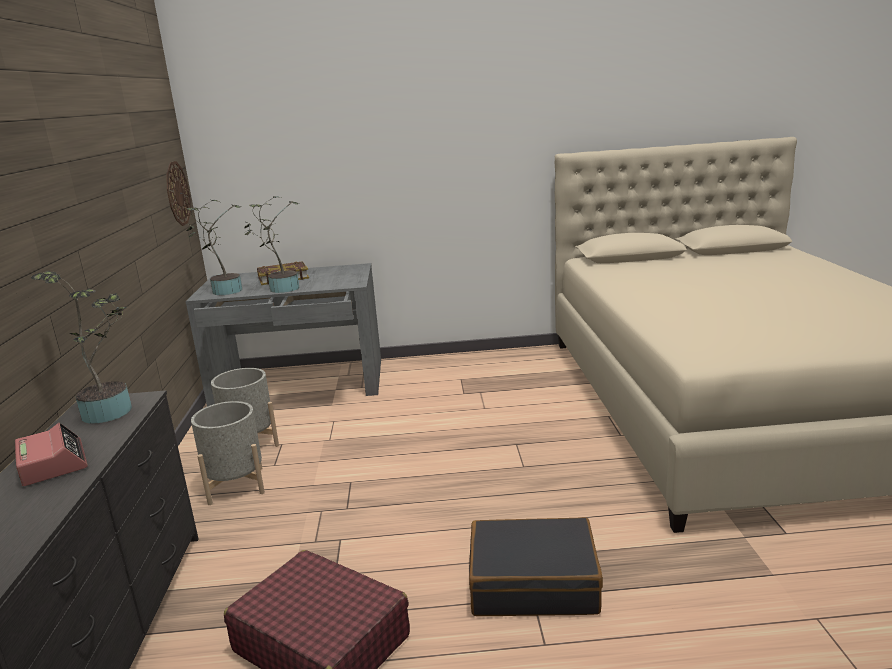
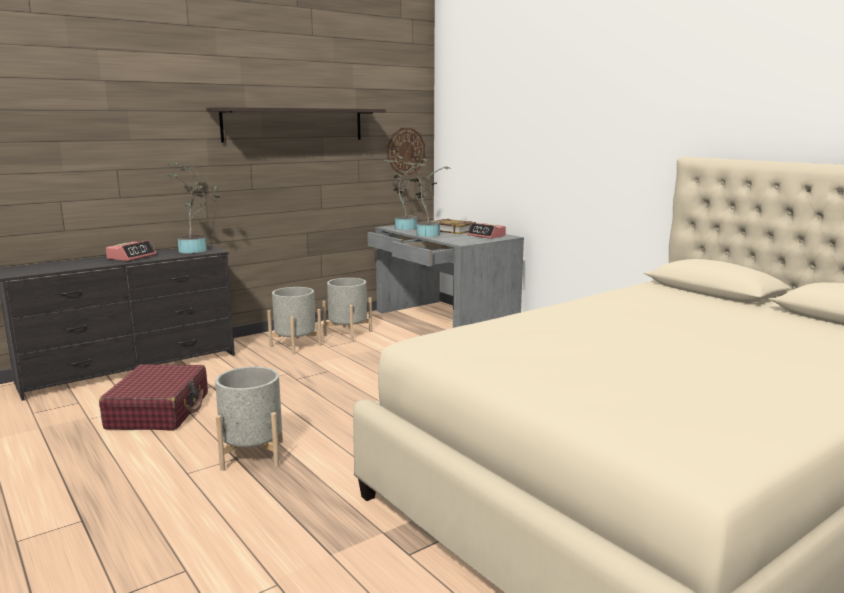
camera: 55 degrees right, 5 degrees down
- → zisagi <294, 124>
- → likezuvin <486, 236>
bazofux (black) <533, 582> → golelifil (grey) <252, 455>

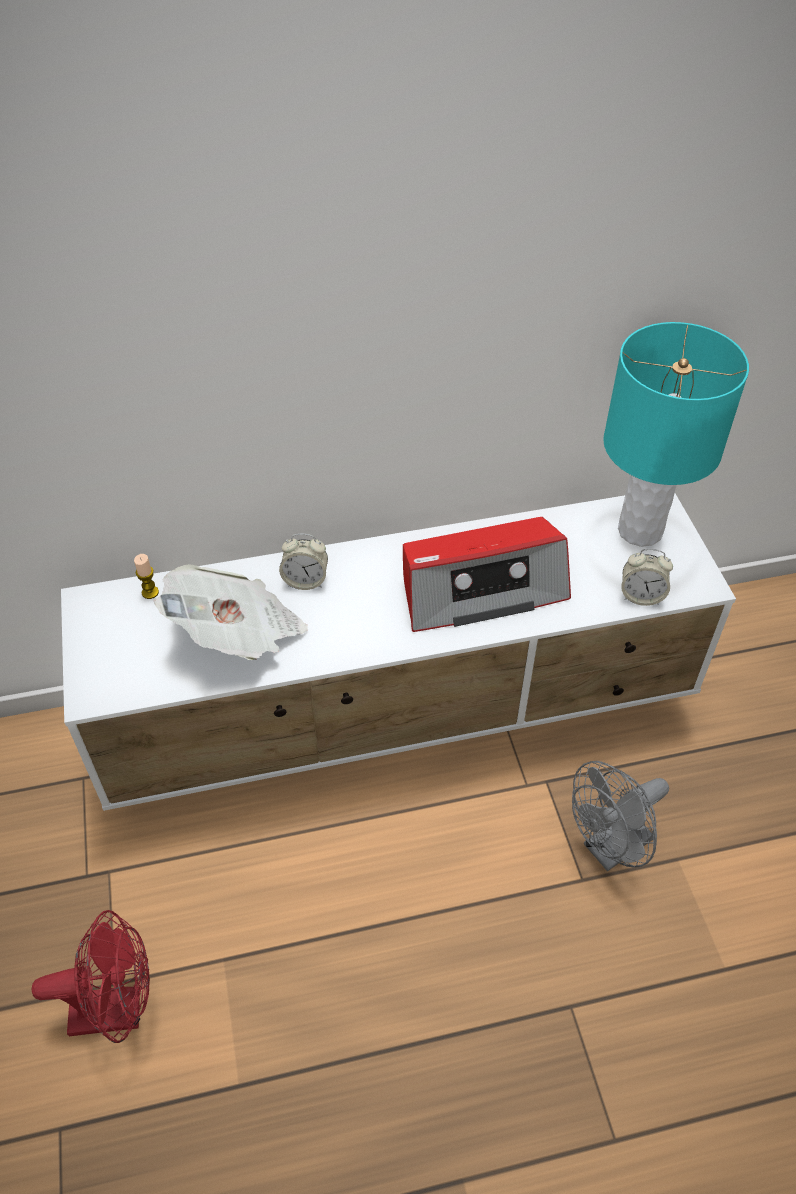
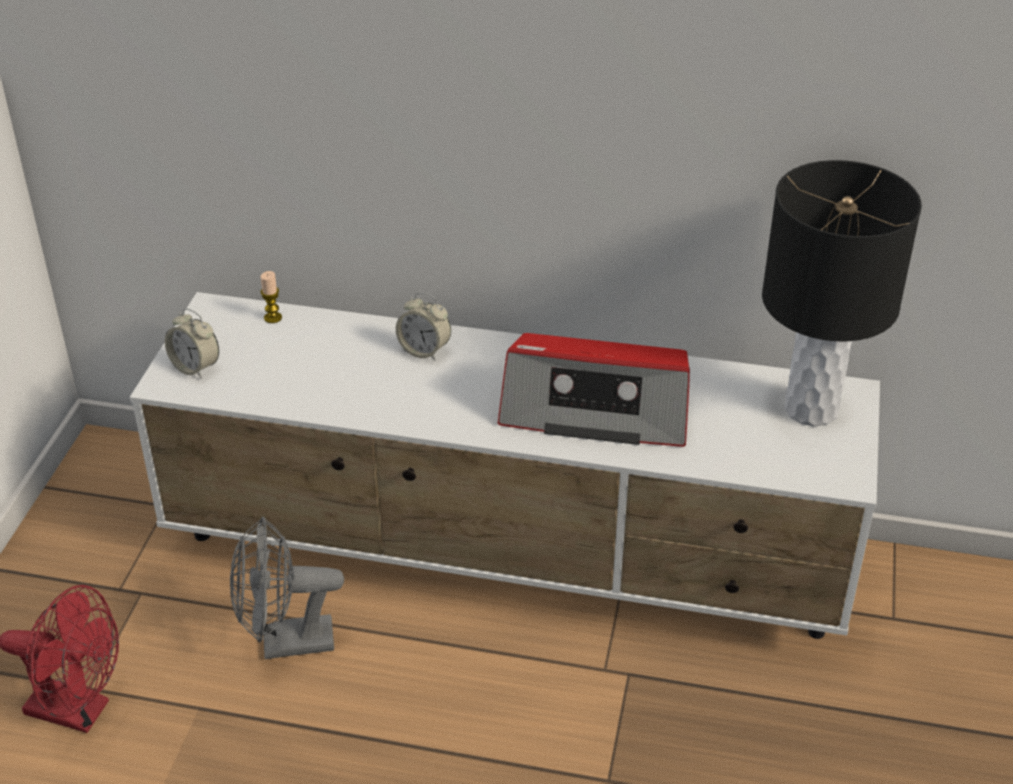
camera: 25 degrees right, 10 degrees down
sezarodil <238, 634> → -
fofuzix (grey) <610, 849> → fofuzix (grey) <285, 643>, relocated
likezuvin <641, 596> → likezuvin <195, 367>, relocated
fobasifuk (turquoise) <640, 531> → fobasifuk (black) <811, 410>

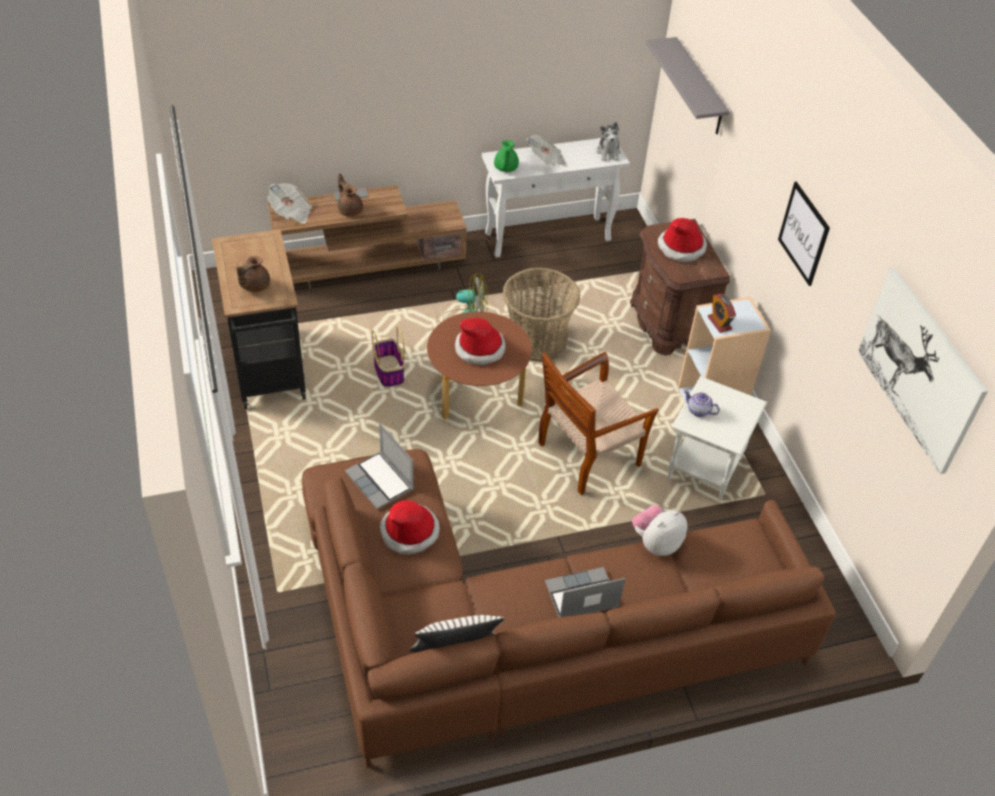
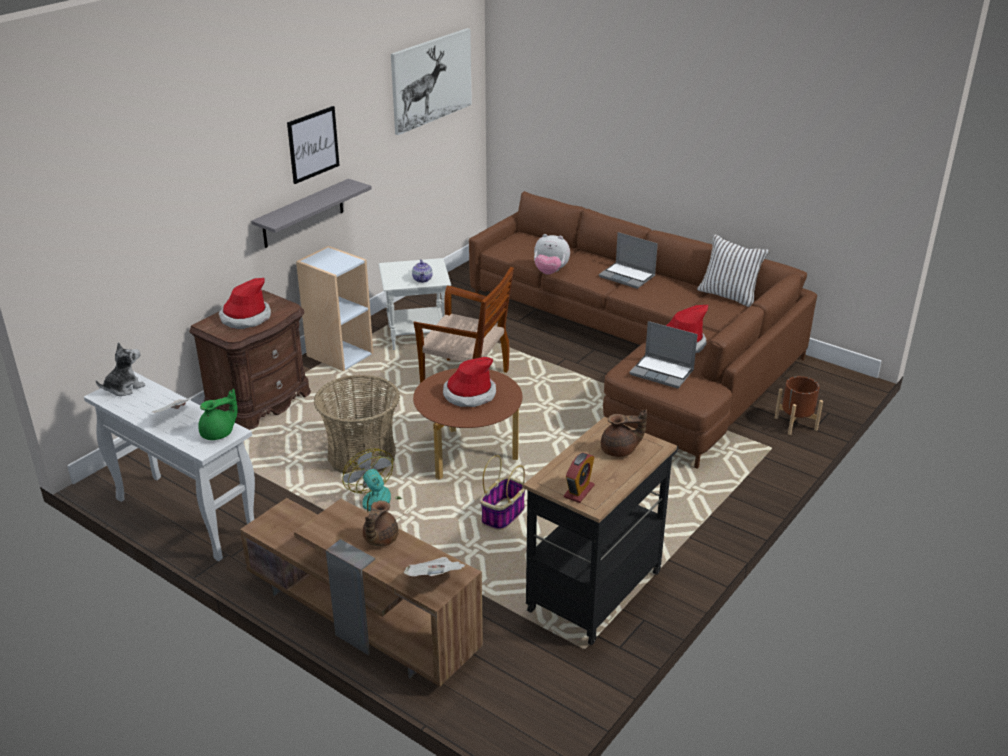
camera: 125 degrees left, 15 degrees down
- → golelifil (brown) <795, 423>
zisagi (grey) <699, 87> → zisagi (grey) <303, 214>, relocated
likezuvin <719, 323> → likezuvin <579, 491>, relocated
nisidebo <381, 481> → nisidebo <663, 372>, 105 degrees clockwise

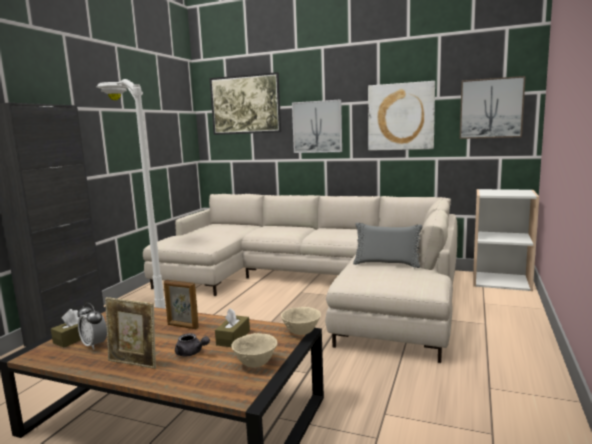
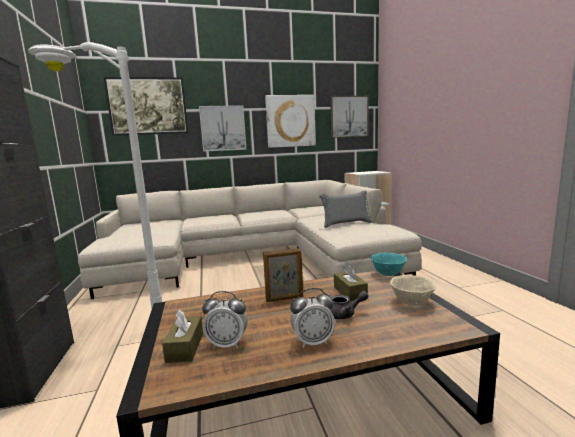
camera: 35 degrees left, 0 degrees up
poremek <134, 363> → likezuvin <313, 342>
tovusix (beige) <302, 332> → tovusix (turquoise) <388, 274>

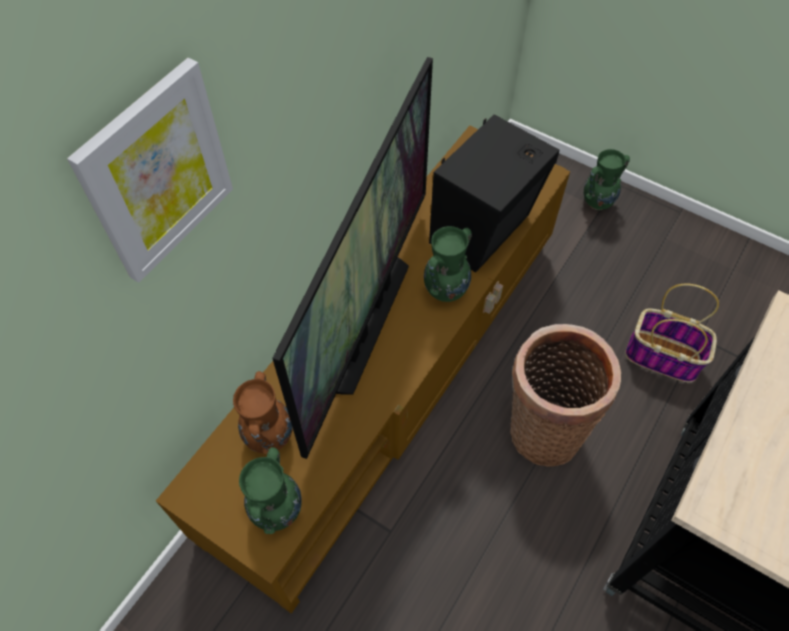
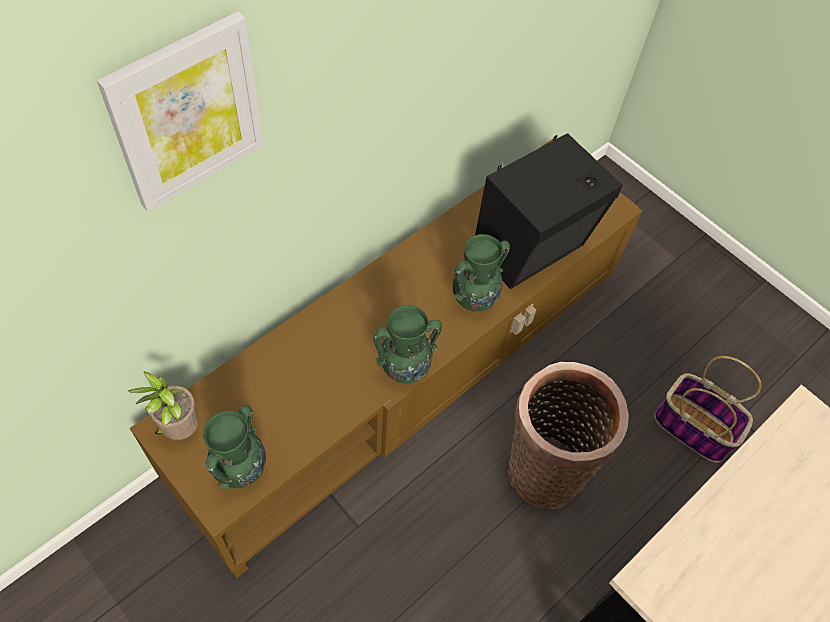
camera: 10 degrees right, 0 degrees up
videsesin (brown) <269, 438> → -
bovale <366, 322> → -
- → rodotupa <179, 429>
videsesin (green) <596, 203> → videsesin (green) <404, 369>, relocated

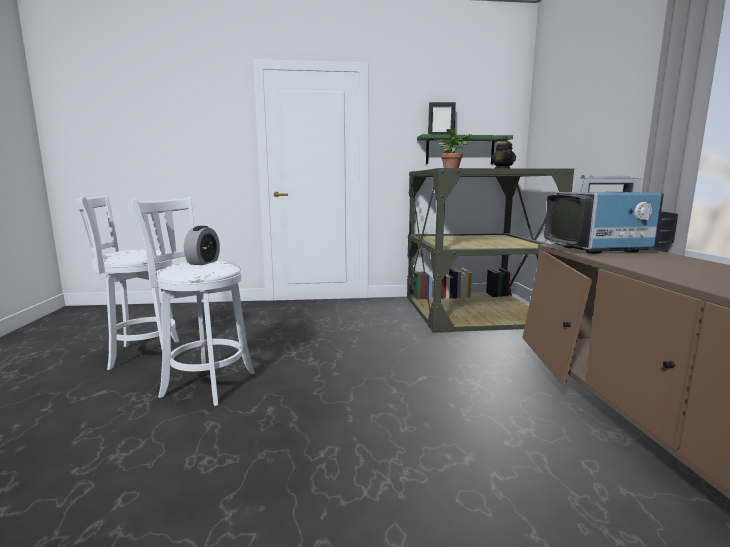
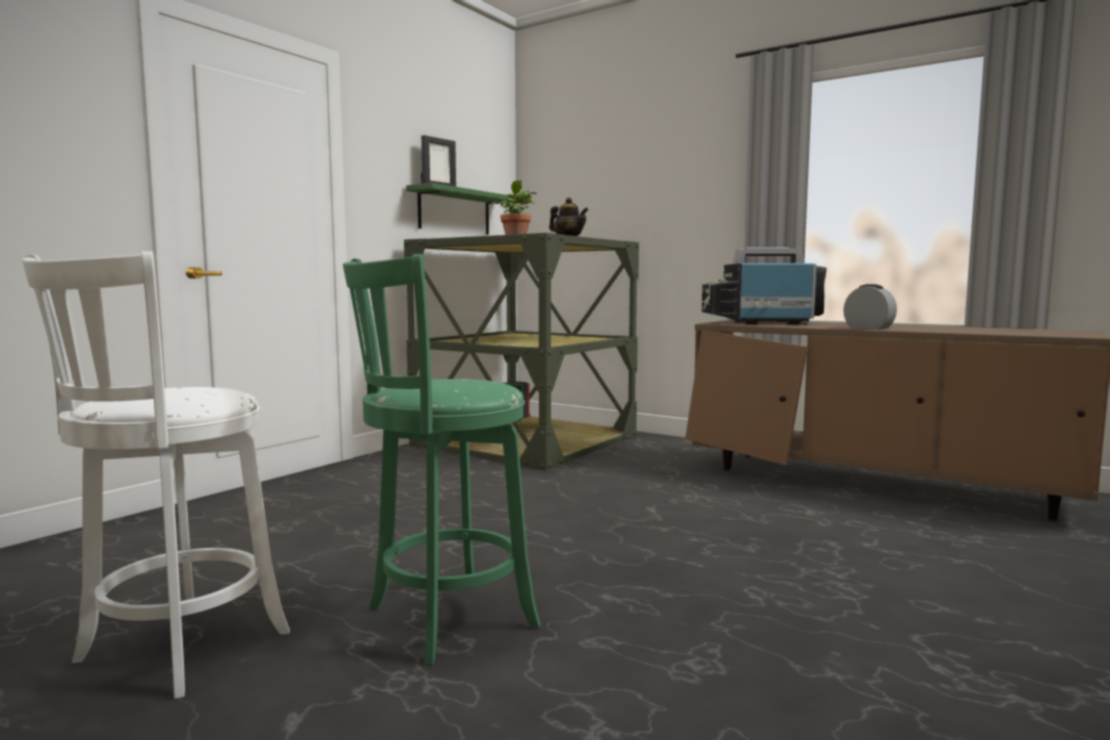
camera: 50 degrees left, 5 degrees down
likezuvin <203, 262> → likezuvin <868, 328>, relocated
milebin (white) <204, 383> → milebin (green) <443, 620>
bovale <605, 249> → bovale <758, 322>, 120 degrees counterclockwise

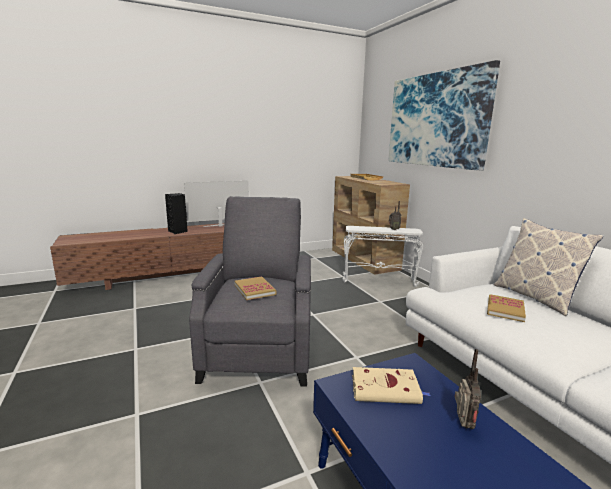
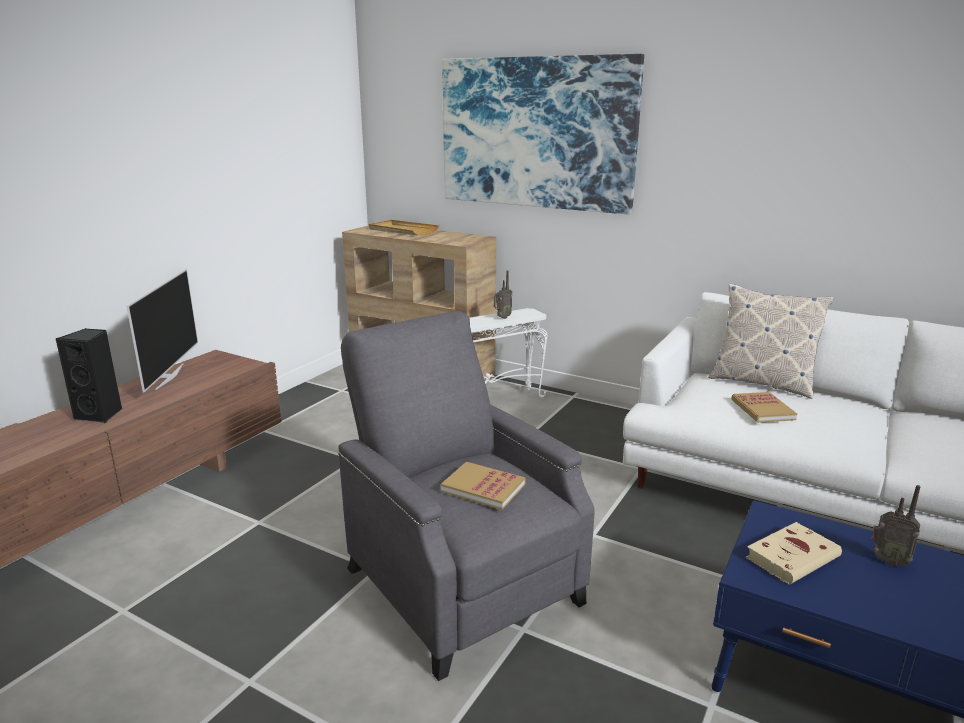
camera: 35 degrees left, 5 degrees up
bovale <219, 225> → bovale <168, 376>, 150 degrees clockwise
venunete <462, 425> → venunete <888, 560>, 150 degrees clockwise

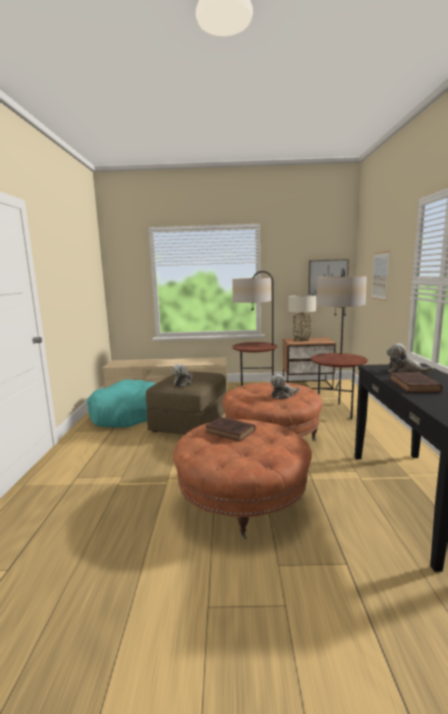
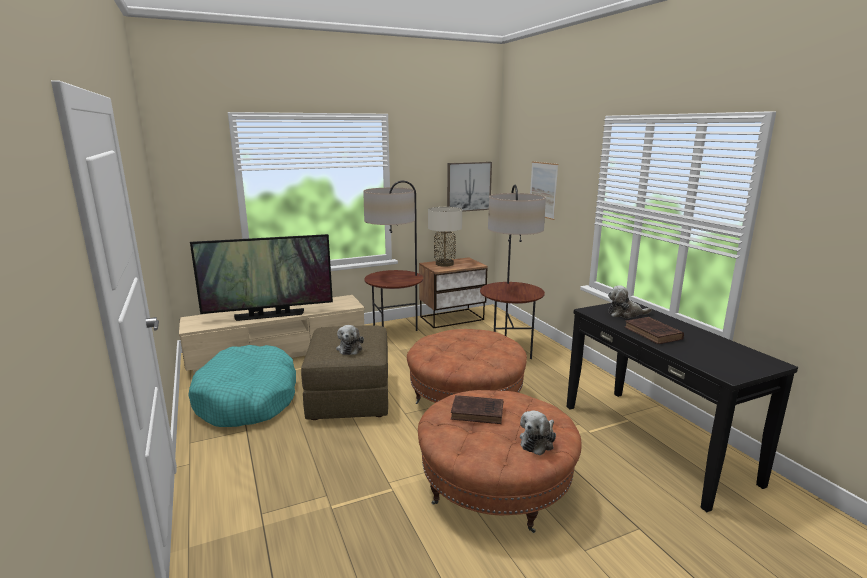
camera: 25 degrees left, 5 degrees up
- → bovale <269, 315>
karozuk <283, 395> → karozuk <538, 441>, relocated

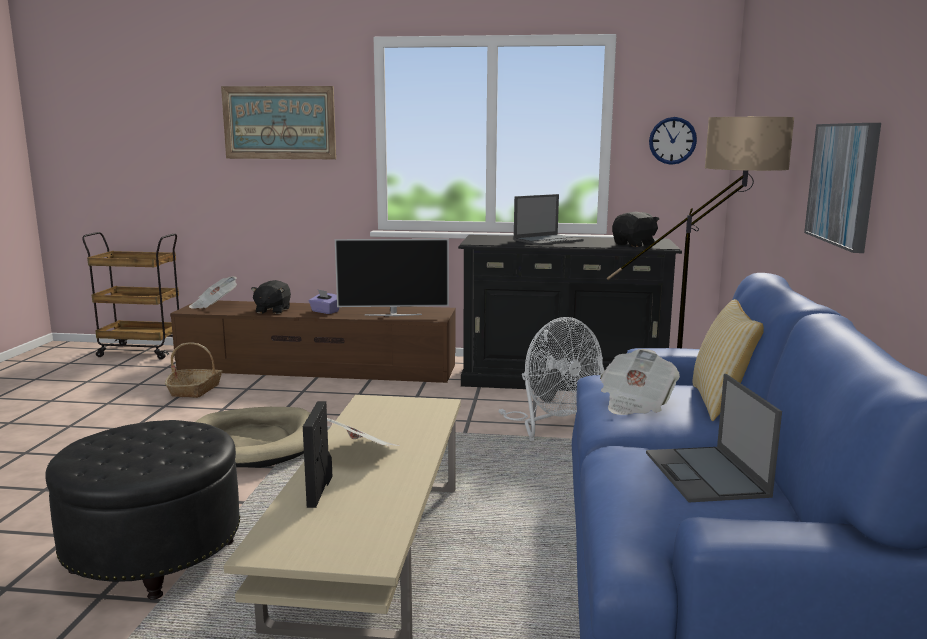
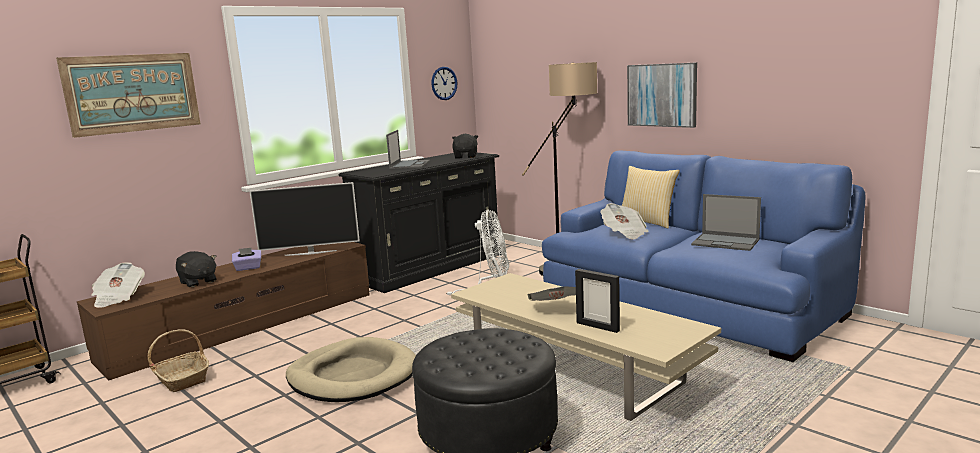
camera: 50 degrees left, 0 degrees up
bovale <393, 314> → bovale <310, 253>, 45 degrees clockwise

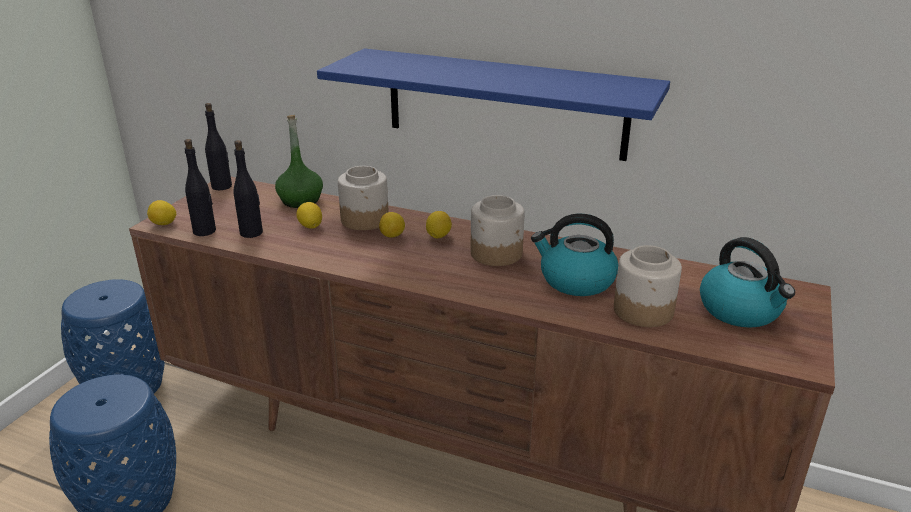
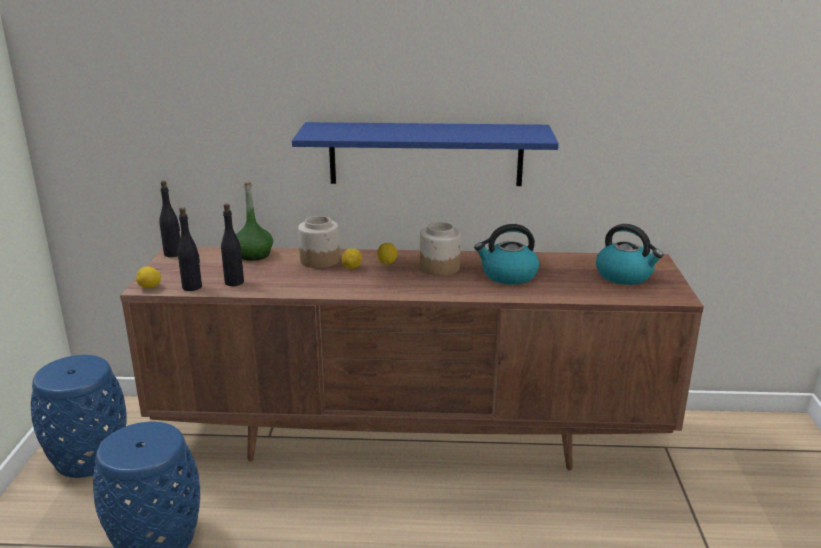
camera: 20 degrees left, 5 degrees down
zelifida <310, 226> → -
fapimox <644, 310> → -

